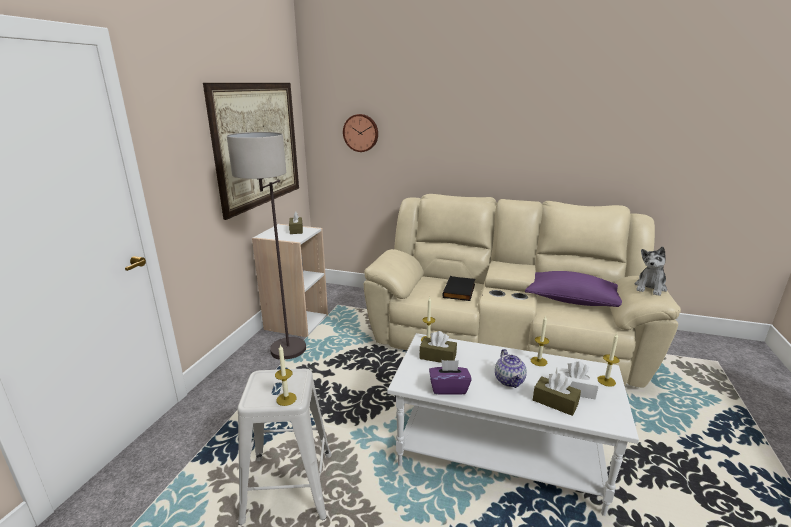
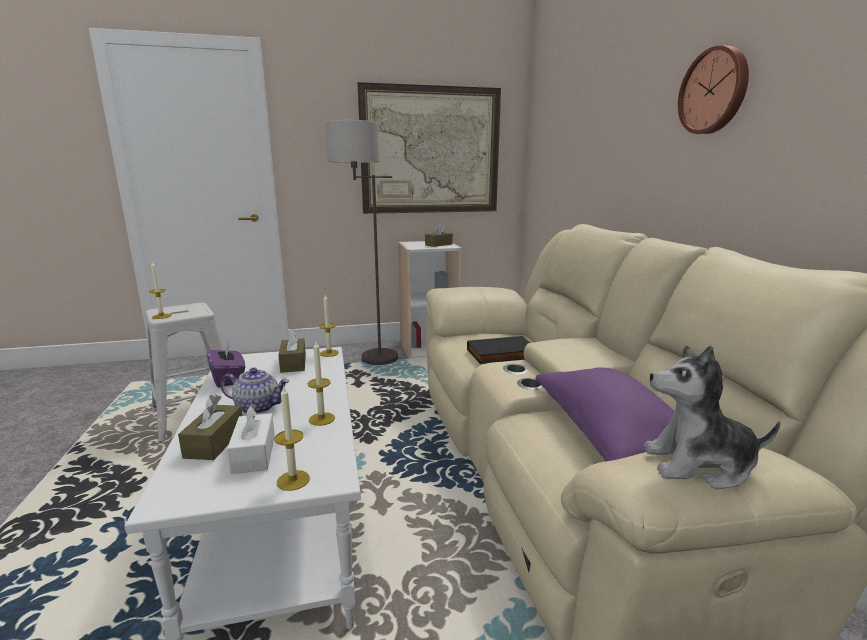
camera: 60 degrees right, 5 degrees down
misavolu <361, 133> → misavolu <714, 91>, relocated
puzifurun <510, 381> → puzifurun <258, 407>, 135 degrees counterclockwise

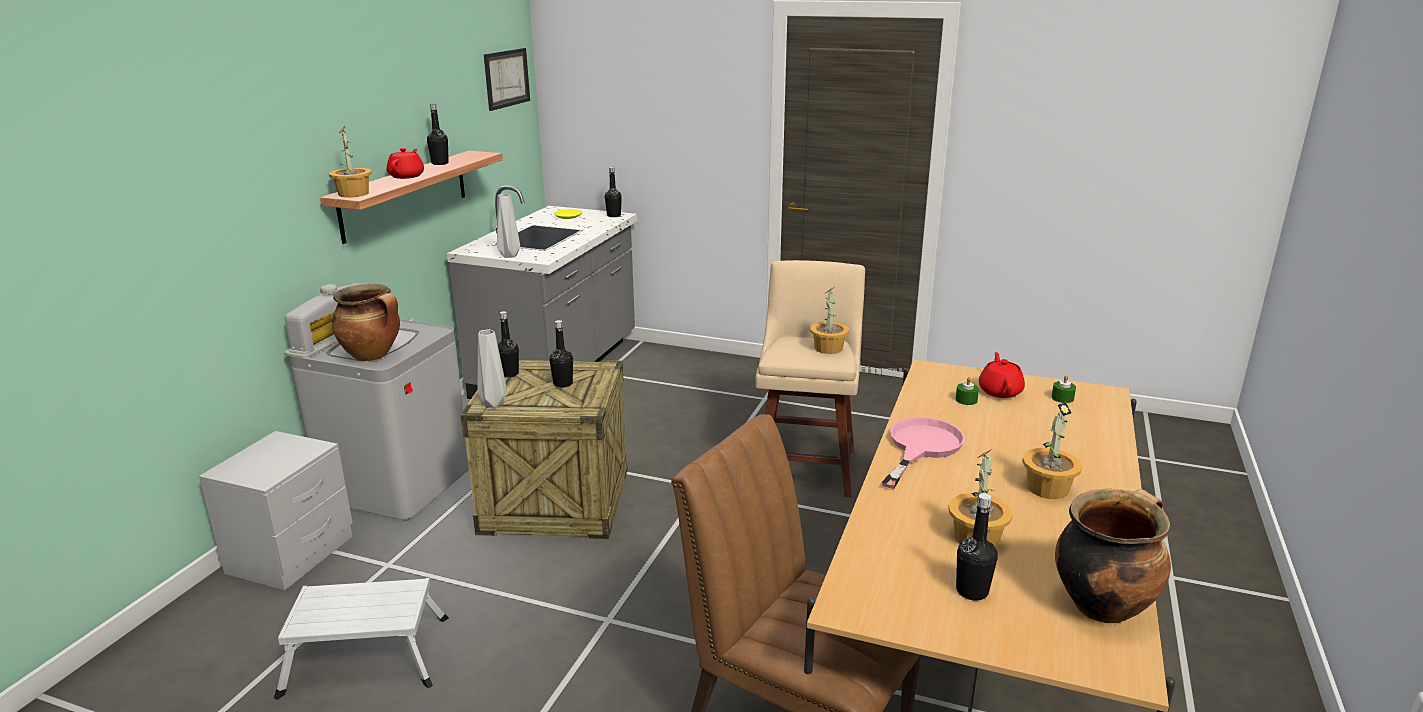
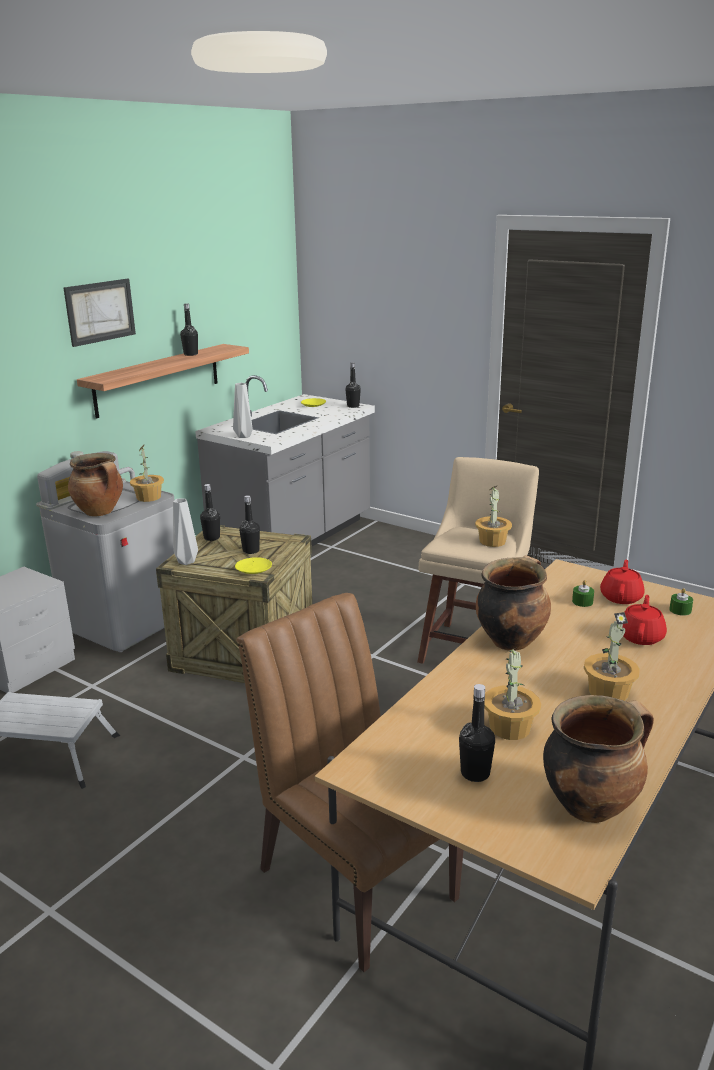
camera: 15 degrees right, 0 degrees up
- → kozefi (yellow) <253, 570>
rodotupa <354, 194> → rodotupa <149, 497>, relocated
puzifurun (red) <407, 176> → puzifurun (red) <641, 636>, relocated
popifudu <506, 78> → popifudu <100, 311>, relocated
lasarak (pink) <921, 447> → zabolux <510, 640>

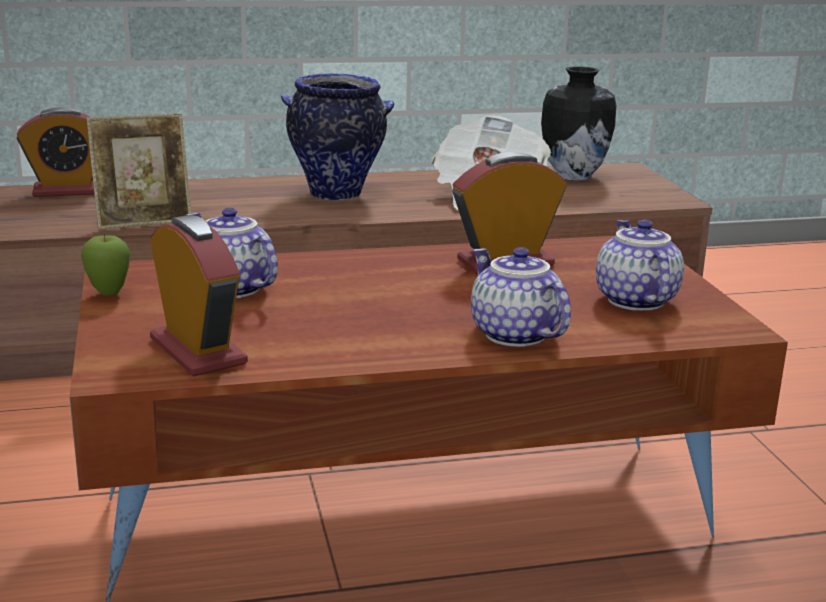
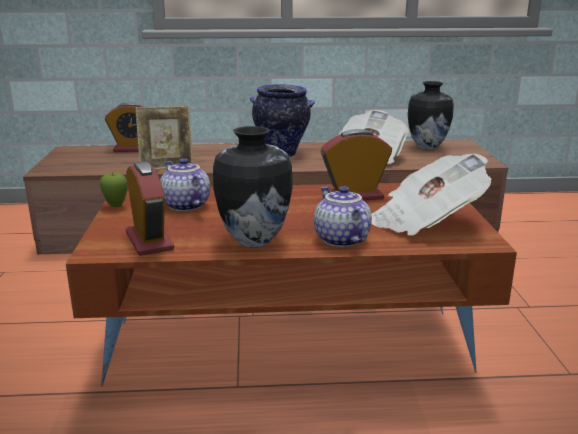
camera: 10 degrees right, 0 degrees up
- → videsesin <253, 240>
puzifurun <633, 300> → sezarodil <425, 222>

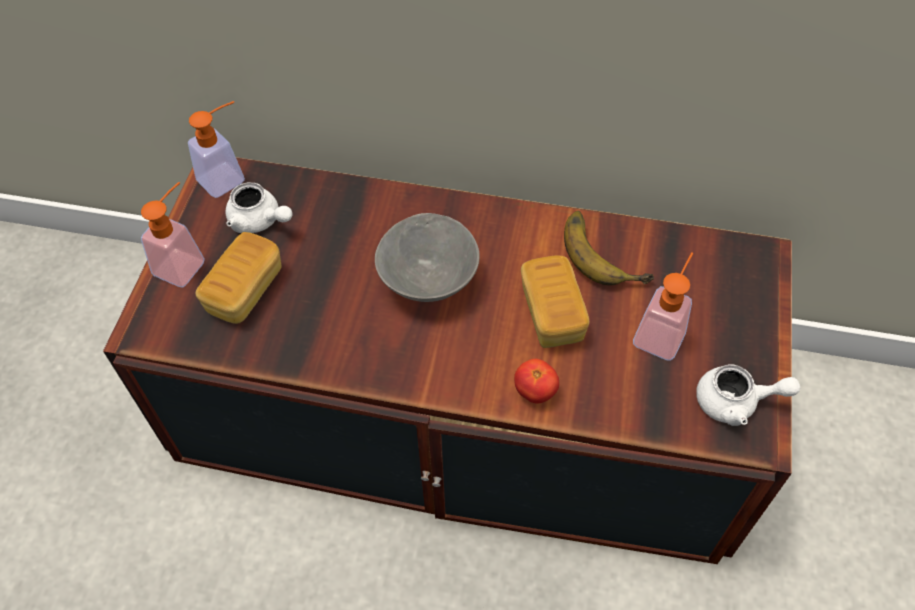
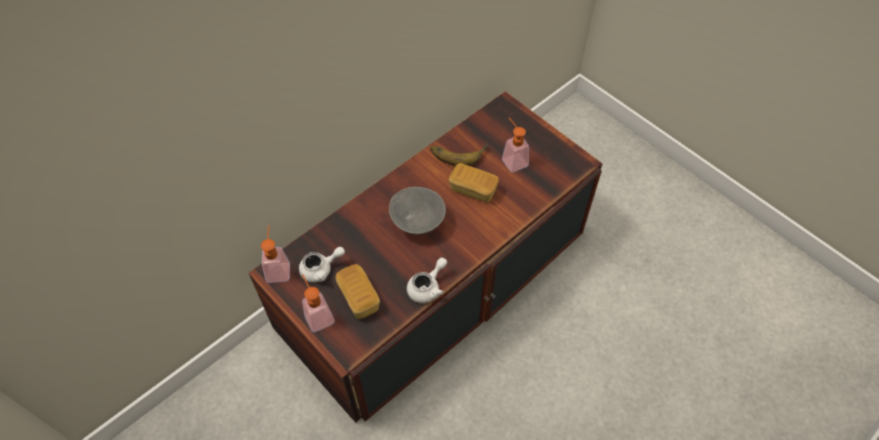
camera: 55 degrees left, 0 degrees up
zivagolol <535, 391> → -
puzifurun (white) <735, 402> → puzifurun (white) <427, 287>, relocated

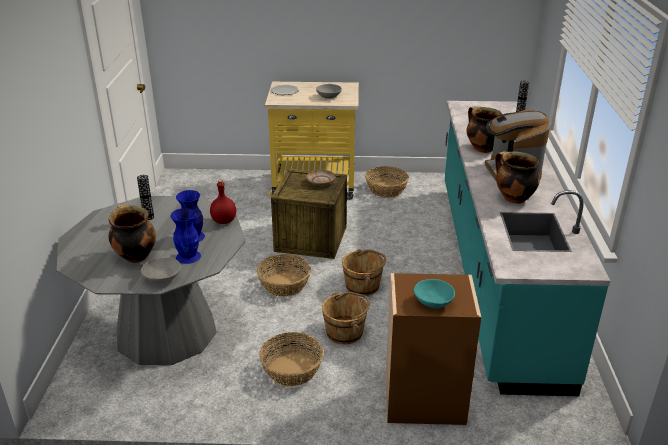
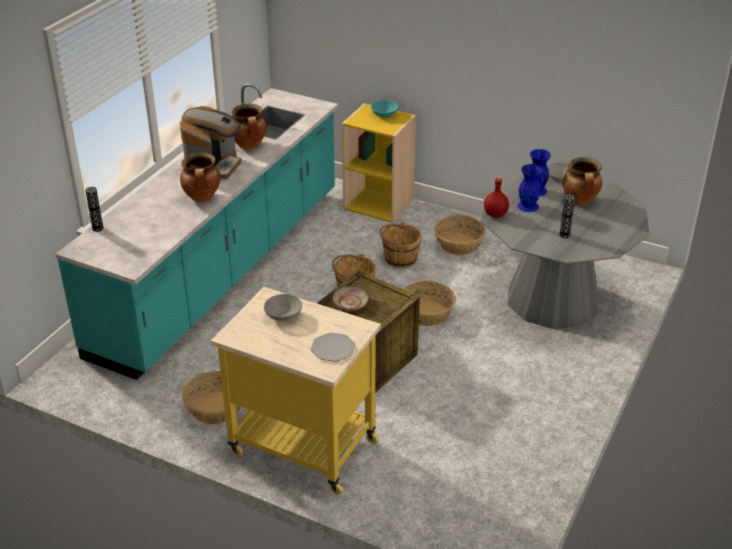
camera: 155 degrees left, 5 degrees up
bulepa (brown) <423, 400> → bulepa (yellow) <379, 204>

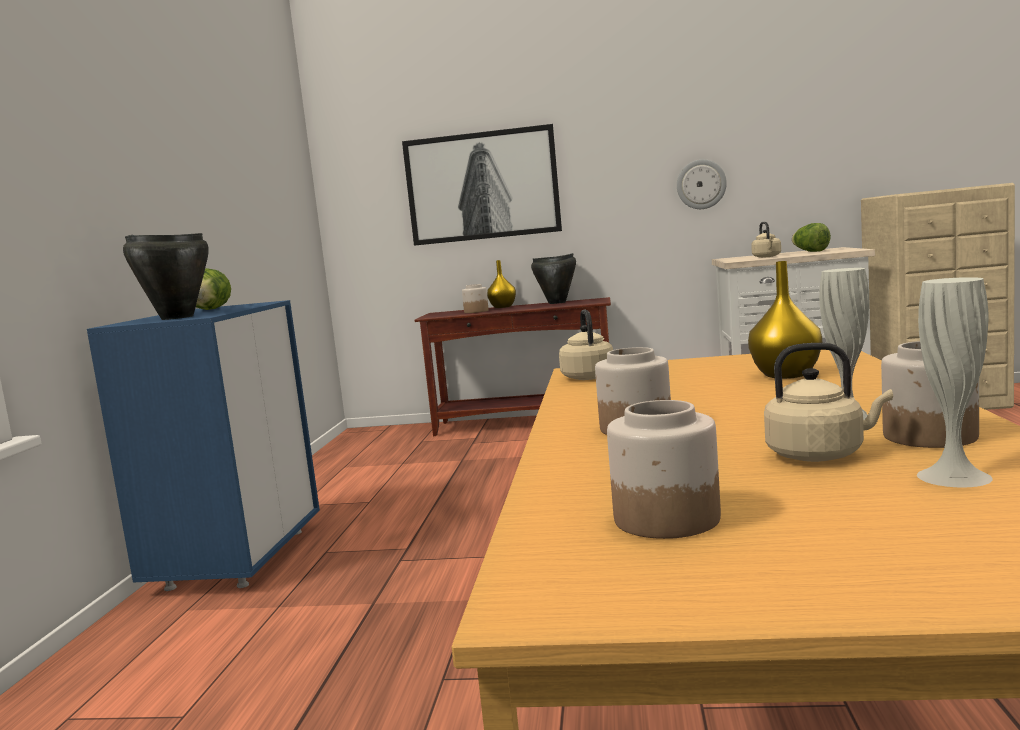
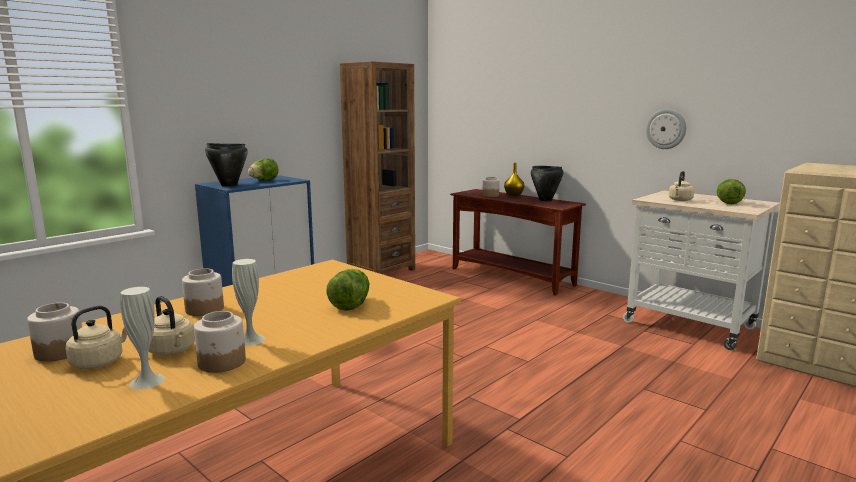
camera: 35 degrees right, 5 degrees up
popifudu <482, 186> → -
- → bulepa (brown) <381, 271>
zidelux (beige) <587, 377> → zidelux (beige) <100, 362>, relocated
videsesin (yellow) <786, 375> → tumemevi <351, 304>

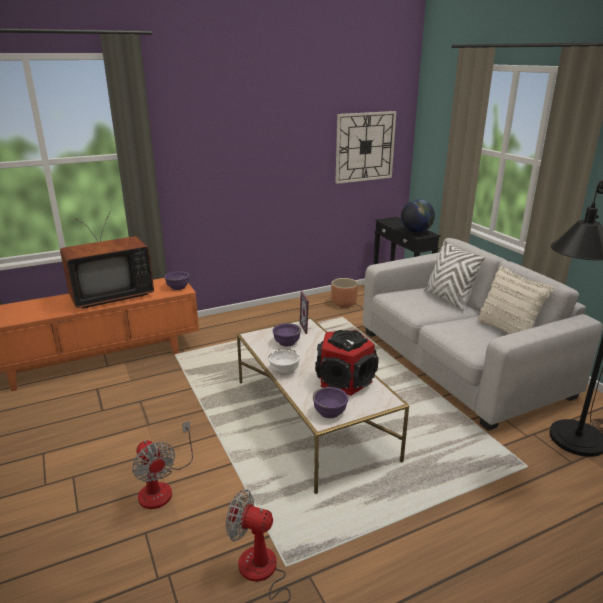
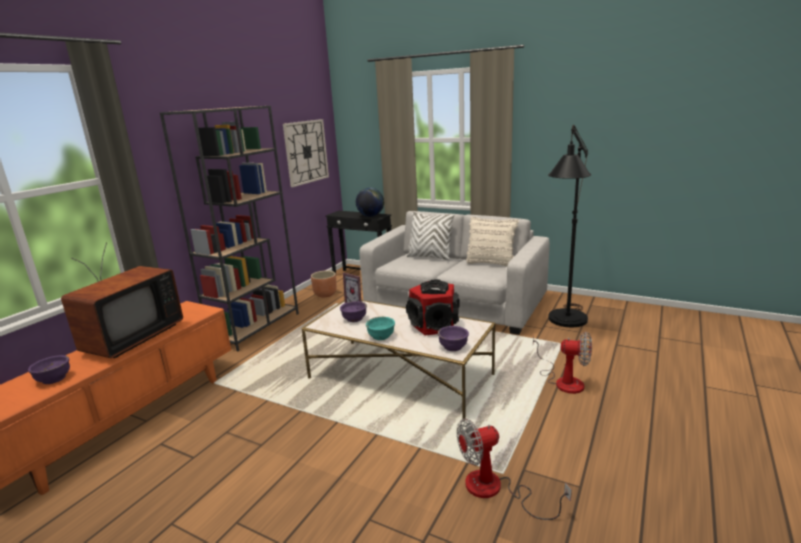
camera: 35 degrees left, 5 degrees down
- → bulepa <255, 327>
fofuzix <162, 487> → fofuzix <563, 380>, relocated
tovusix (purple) <178, 287> → tovusix (purple) <53, 379>, relocated
tovusix (white) <284, 370> → tovusix (turquoise) <381, 336>

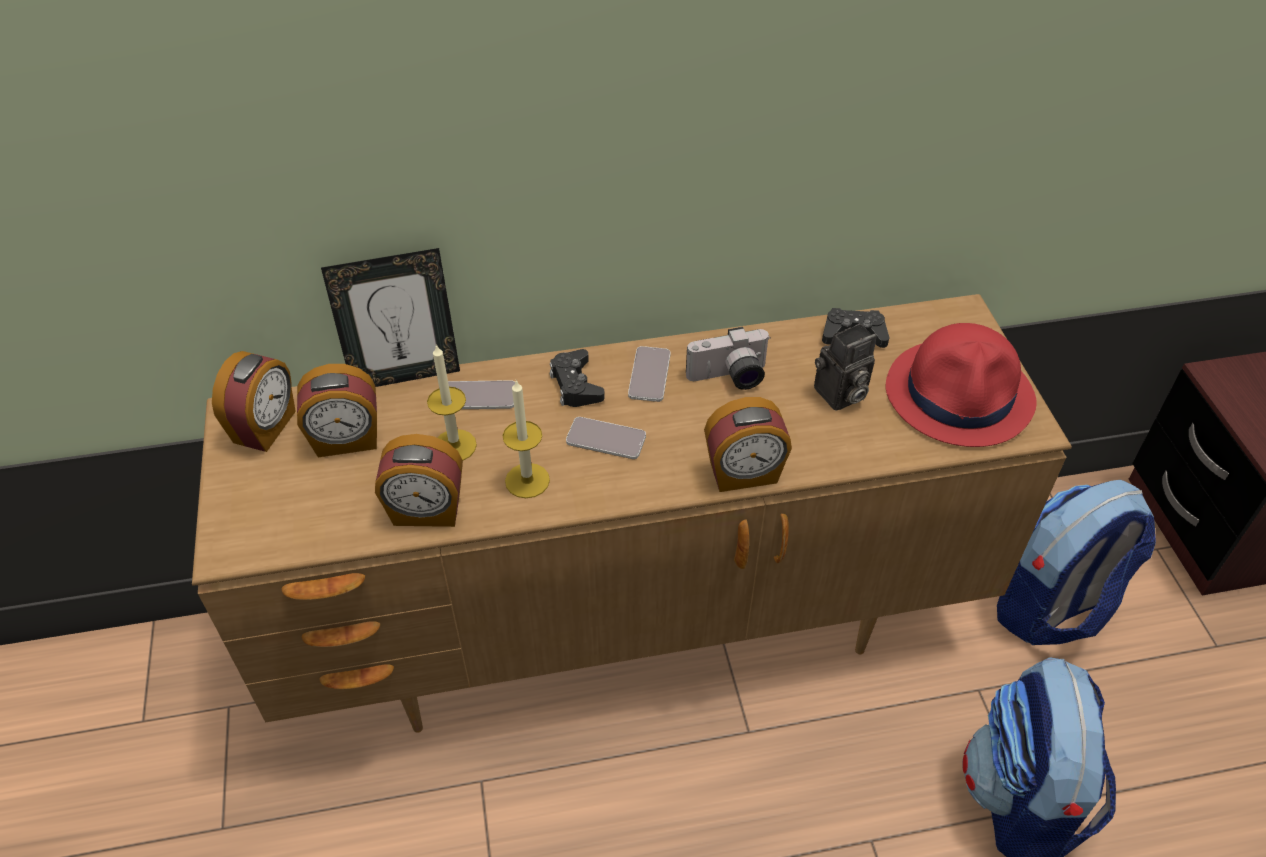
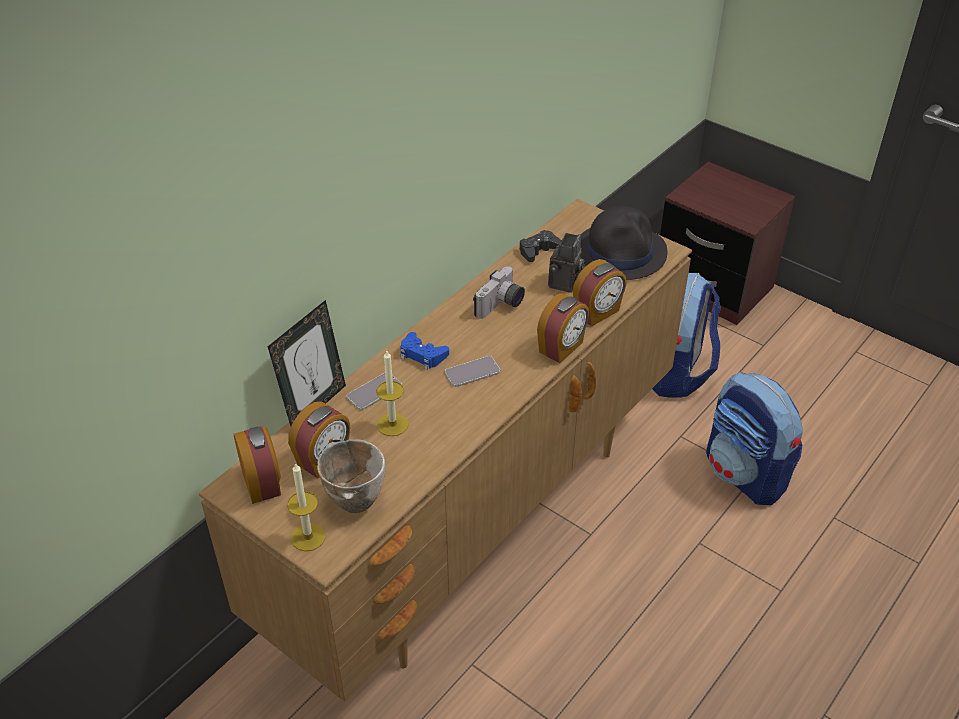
camera: 40 degrees left, 5 degrees down
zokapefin <649, 375> → -
- → tovusix <357, 499>
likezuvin <426, 511> → likezuvin <597, 313>, relocated
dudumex <527, 480> → dudumex <308, 537>, relocated
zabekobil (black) <576, 385> → zabekobil (blue) <422, 355>
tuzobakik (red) <960, 394> → tuzobakik (black) <620, 252>

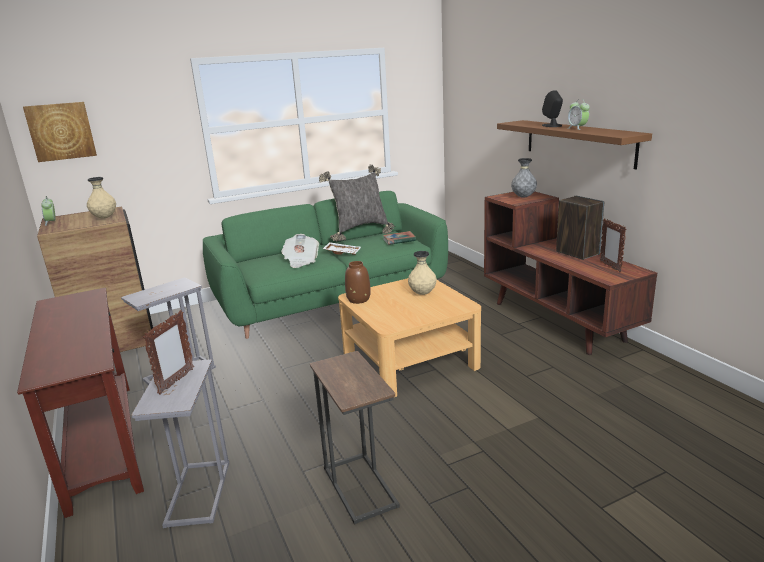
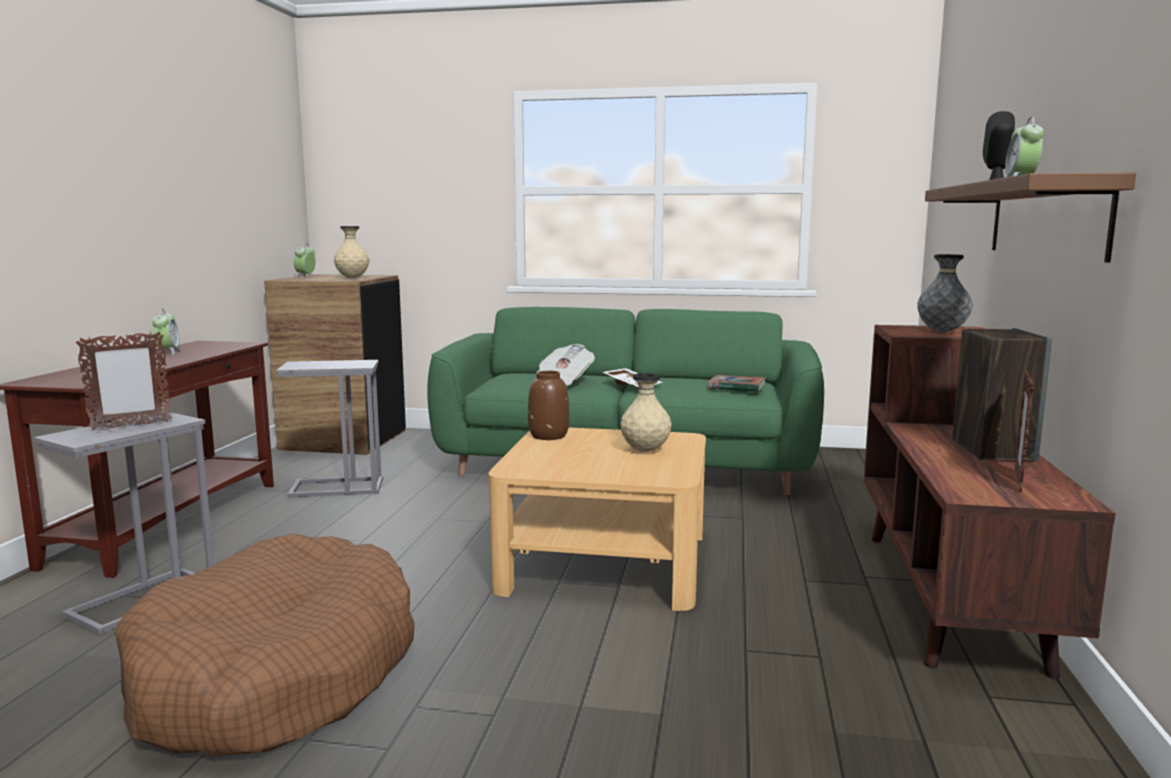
camera: 35 degrees right, 10 degrees down
popifudu <61, 131> → -
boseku <359, 236> → -
- → likezuvin <168, 352>
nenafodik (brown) <359, 487> → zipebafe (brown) <276, 675>

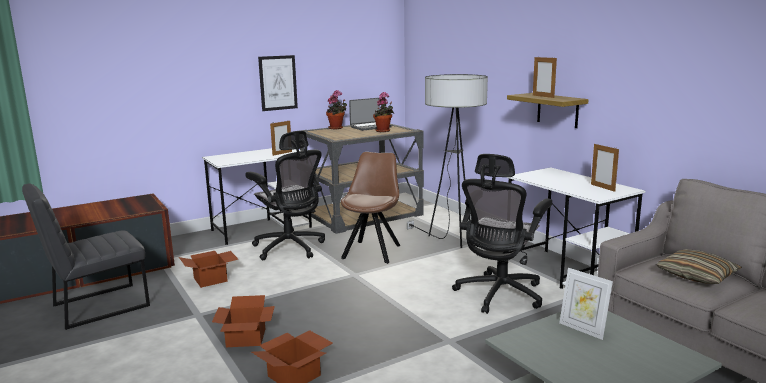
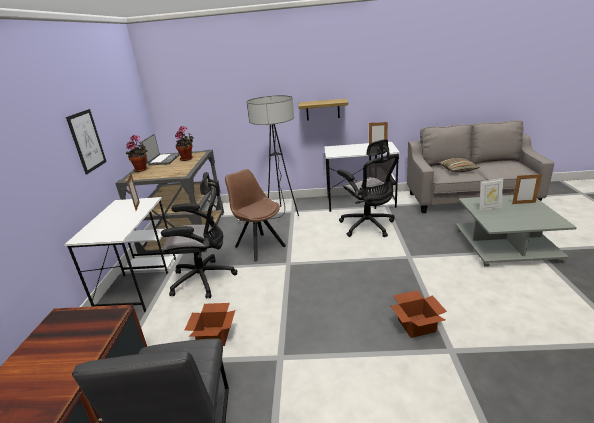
camera: 55 degrees left, 10 degrees up
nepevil <245, 338> → -
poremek <543, 96> → poremek <523, 203>, relocated

